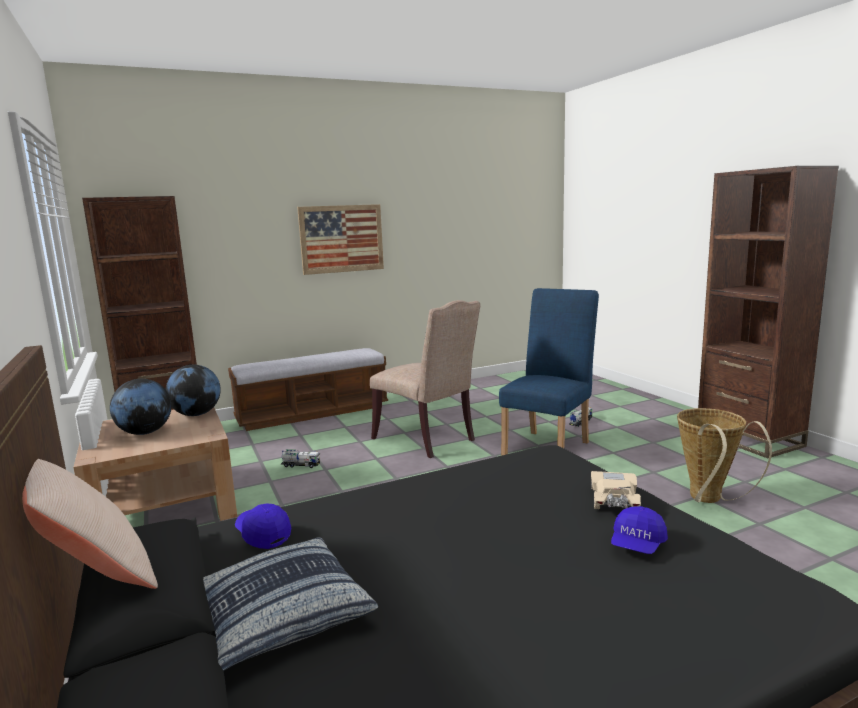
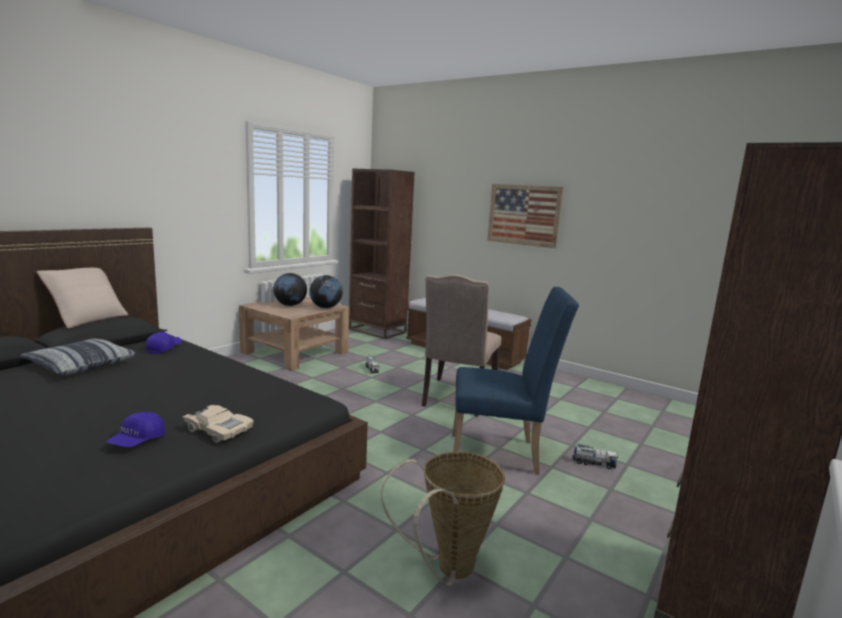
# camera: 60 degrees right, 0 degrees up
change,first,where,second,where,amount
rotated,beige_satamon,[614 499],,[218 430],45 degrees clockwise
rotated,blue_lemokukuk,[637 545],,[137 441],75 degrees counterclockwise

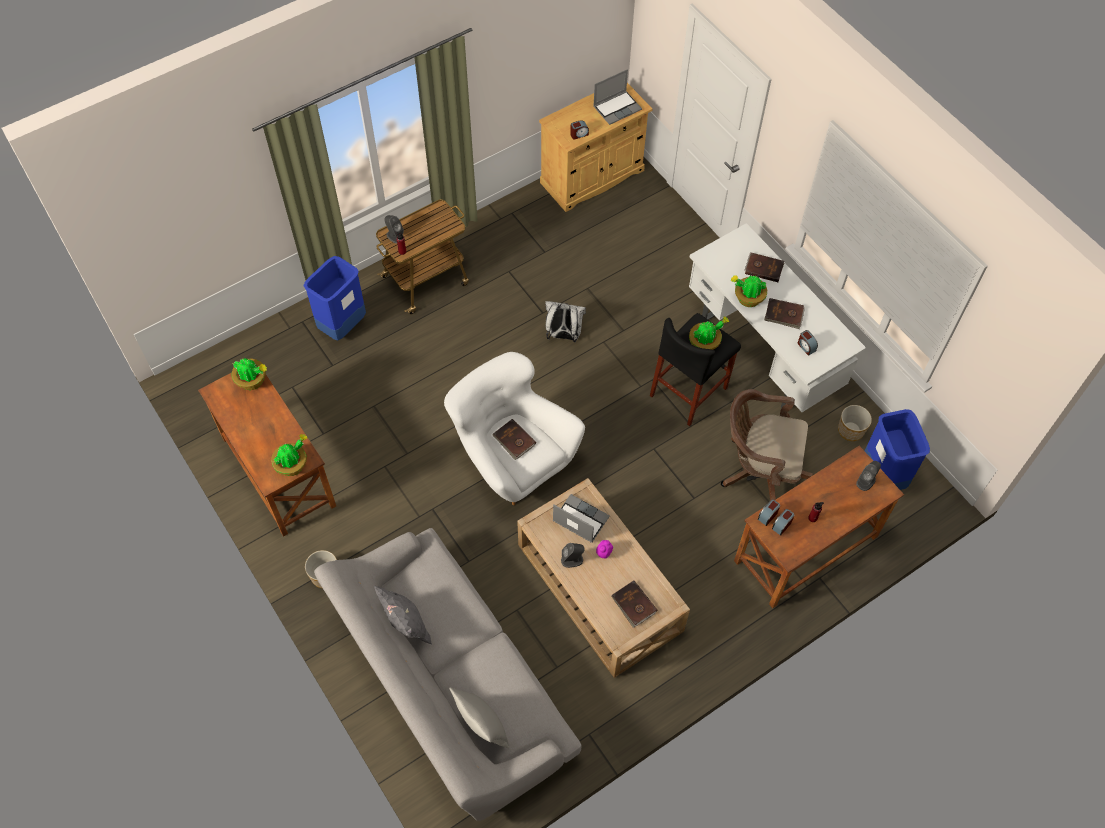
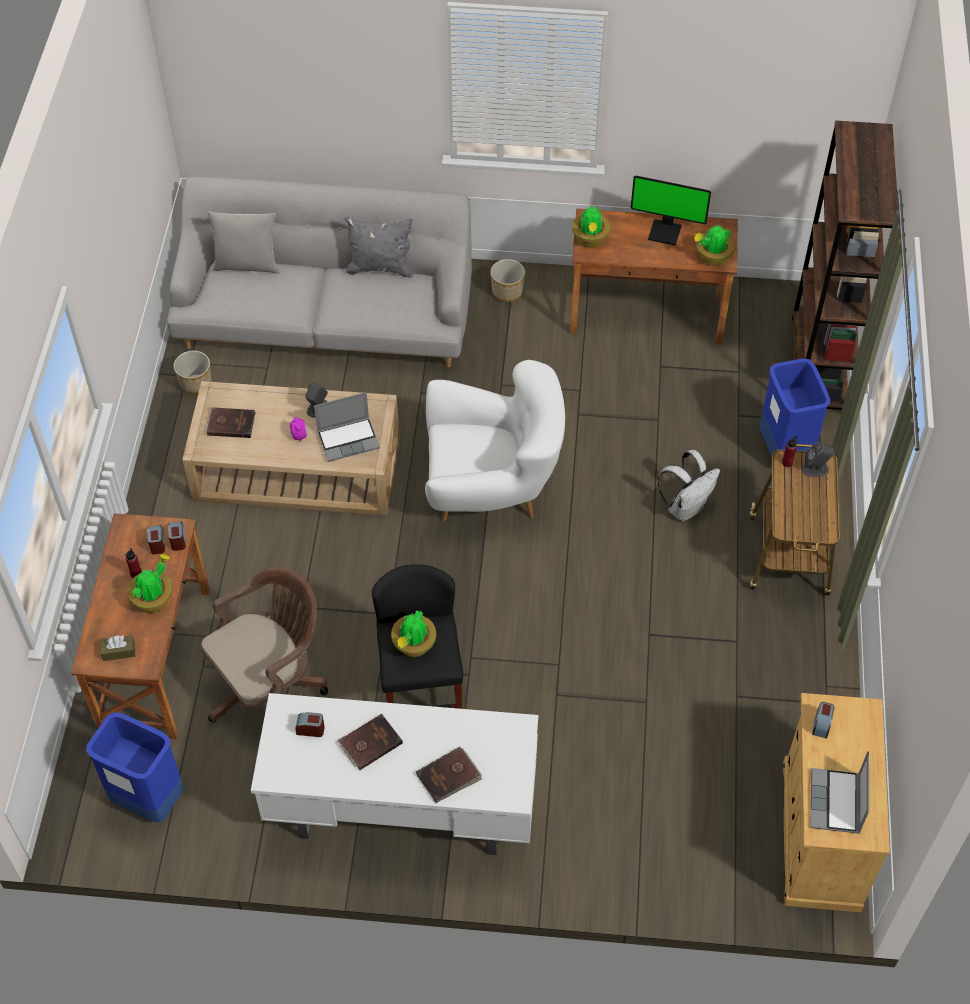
# camera: 130 degrees right, 5 degrees down
change,first,where,second,where,amount
shifted,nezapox,[747 299],,[154 599],
shifted,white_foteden,[563 335],,[686 507],
shifted,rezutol,[850 430],,[196 383],
gone,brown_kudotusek,[514 440],,,
swapped,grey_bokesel,[866 481],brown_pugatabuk,[119 651],
new,,,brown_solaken,[818 365],
new,,,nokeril,[665 231],

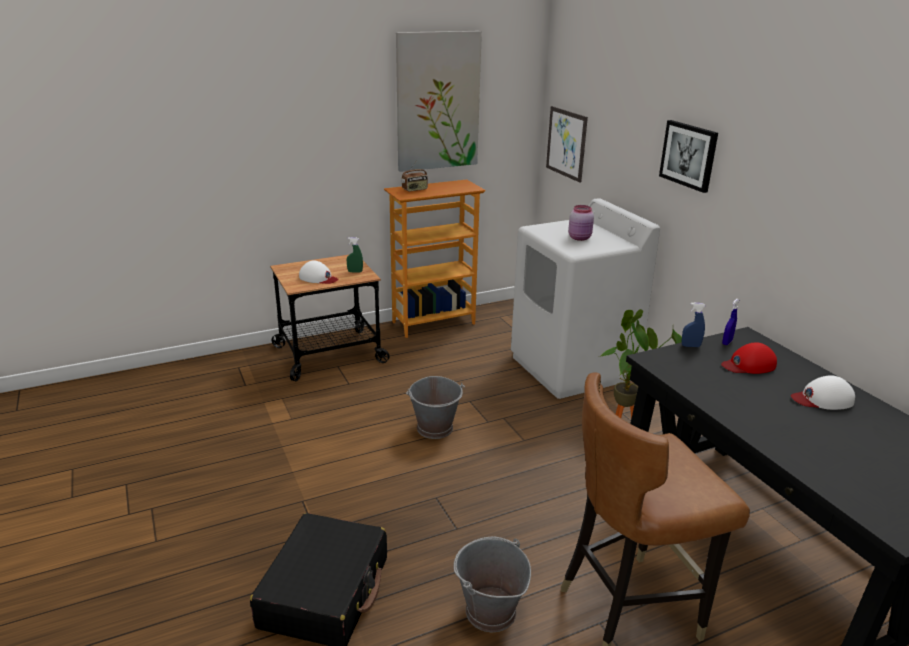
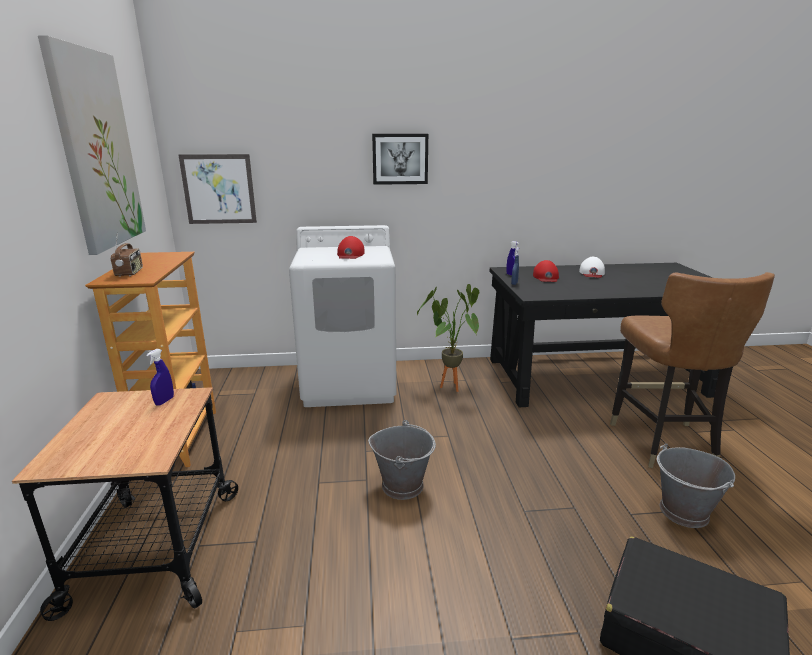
# camera: 70 degrees left, 5 degrees down
change,first,where,second,where,amount
swapped,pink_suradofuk,[580 238],red_lemokukuk,[350 254],
repainted,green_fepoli,[355 272],blue_fepoli,[164 401],
gone,white_lemokukuk,[318 278],,,

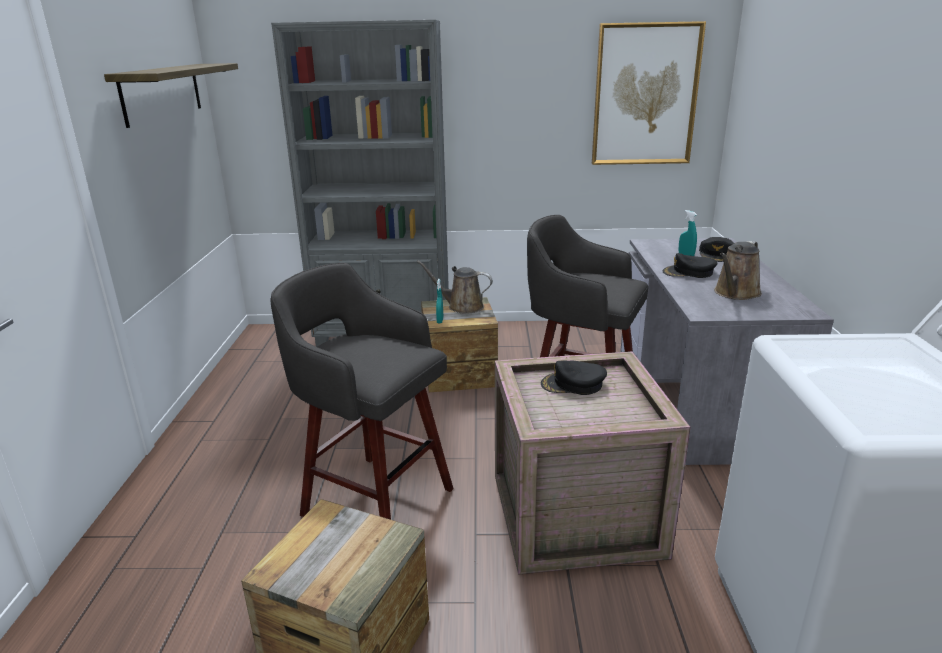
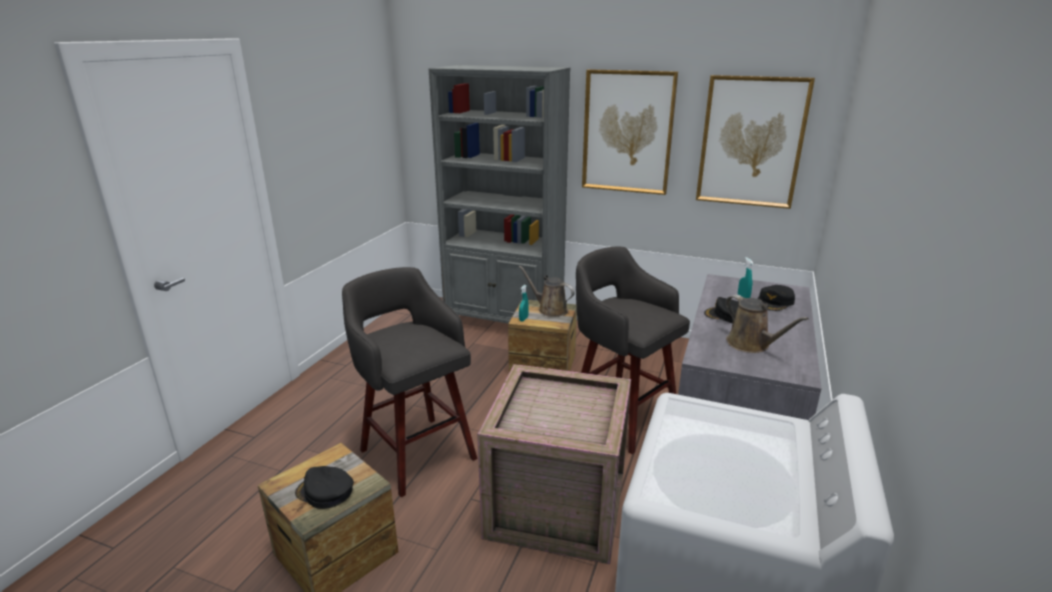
# camera: 20 degrees right, 0 degrees up
change,first,where,second,where,amount
gone,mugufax,[162 92],,,
rotated,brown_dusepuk,[735 293],,[751 344],90 degrees counterclockwise
shifted,black_lemokukuk,[573 384],,[325 492],
new,,,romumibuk,[627 132],

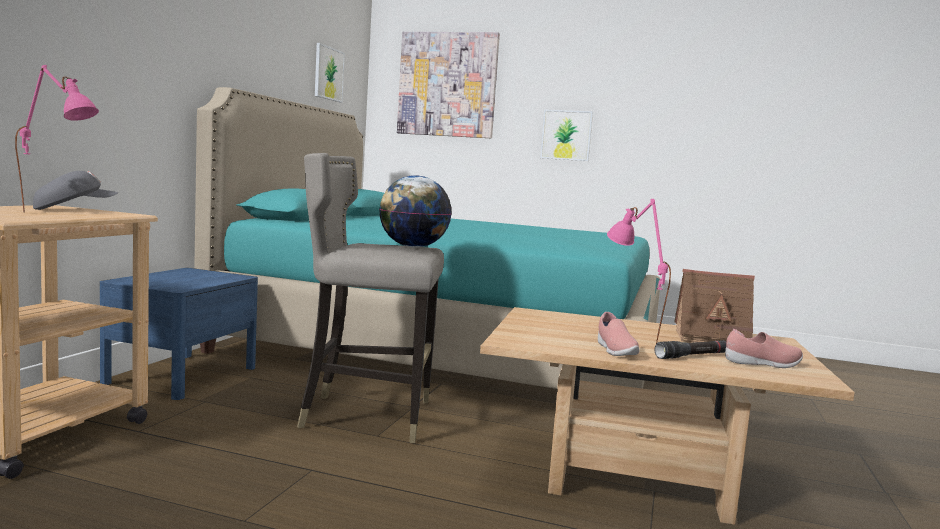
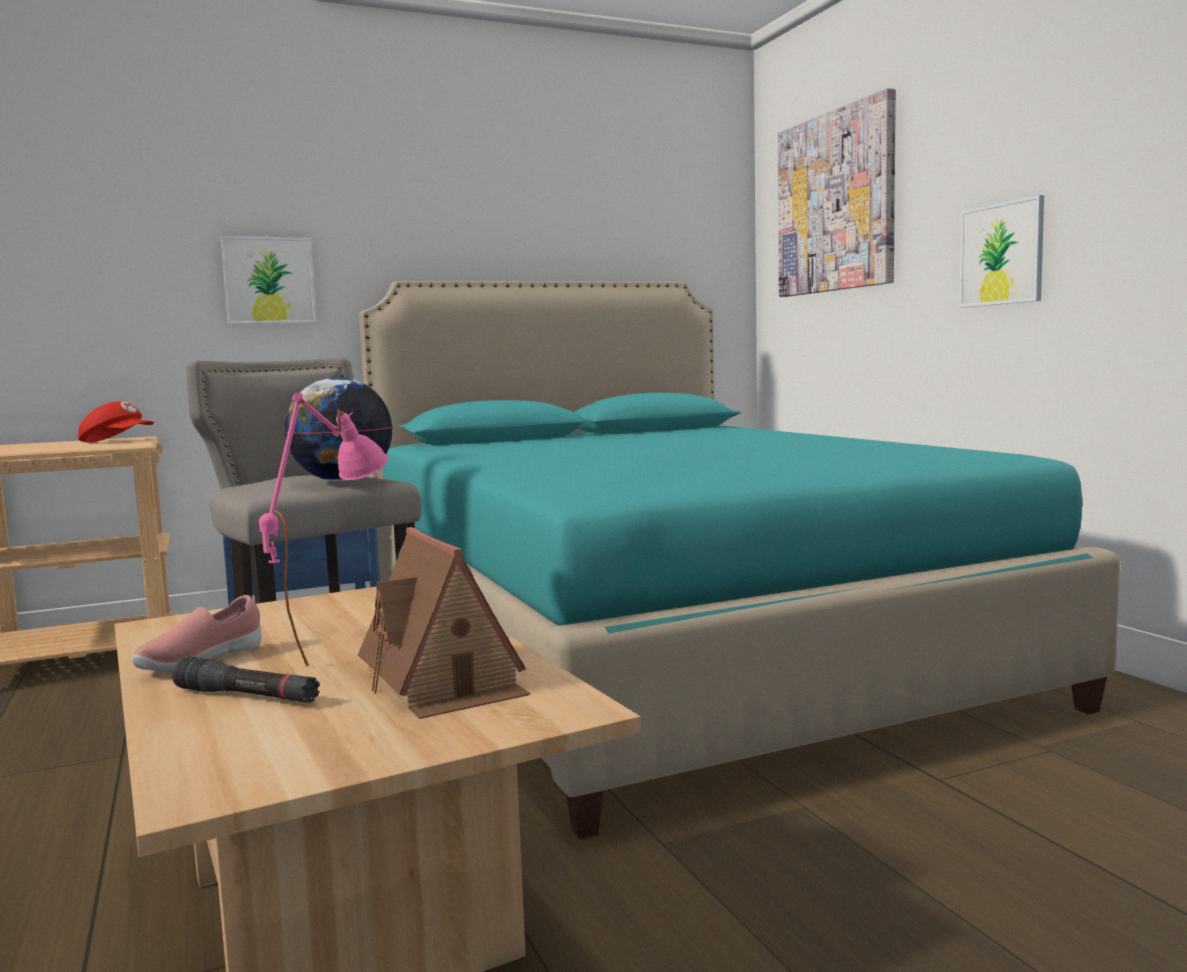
# camera: 50 degrees right, 0 degrees up
change,first,where,second,where,amount
shifted,romumibuk,[328 73],,[269 280],
gone,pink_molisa,[57 215],,,
repainted,grey_lemokukuk,[74 210],red_lemokukuk,[118 441],
gone,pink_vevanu,[763 364],,,

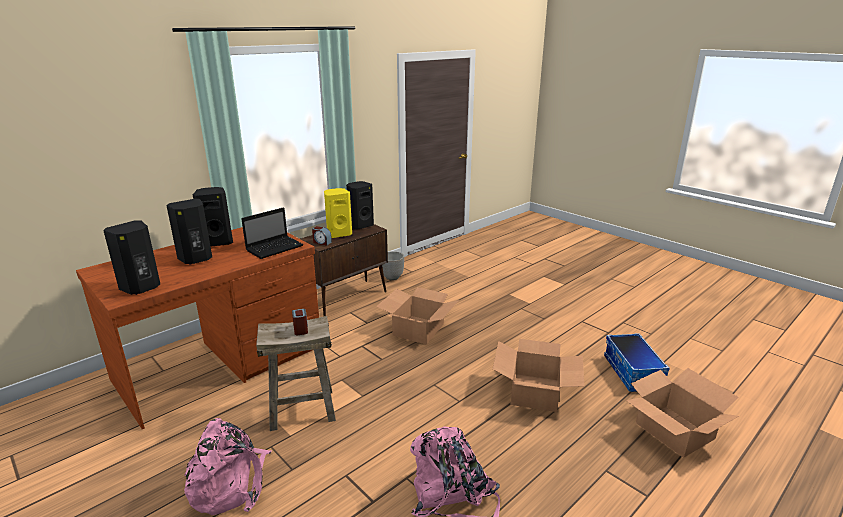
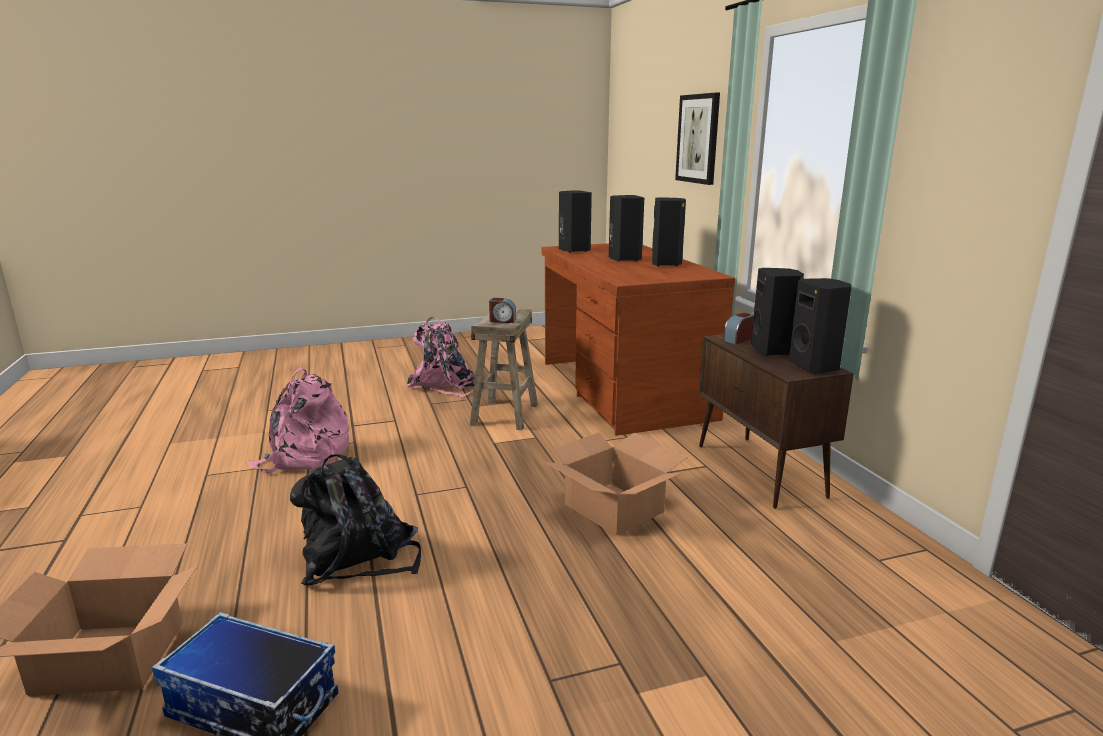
# camera: 115 degrees right, 5 degrees down
change,first,where,second,where,amount
repainted,yellow_bokesel,[338 234],black_bokesel,[773 350],
gone,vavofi,[275 248],,,
gone,rezutol,[392 277],,,
swapped,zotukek,[535 392],black_foteden,[358 558],
new,,,romumibuk,[698 139],

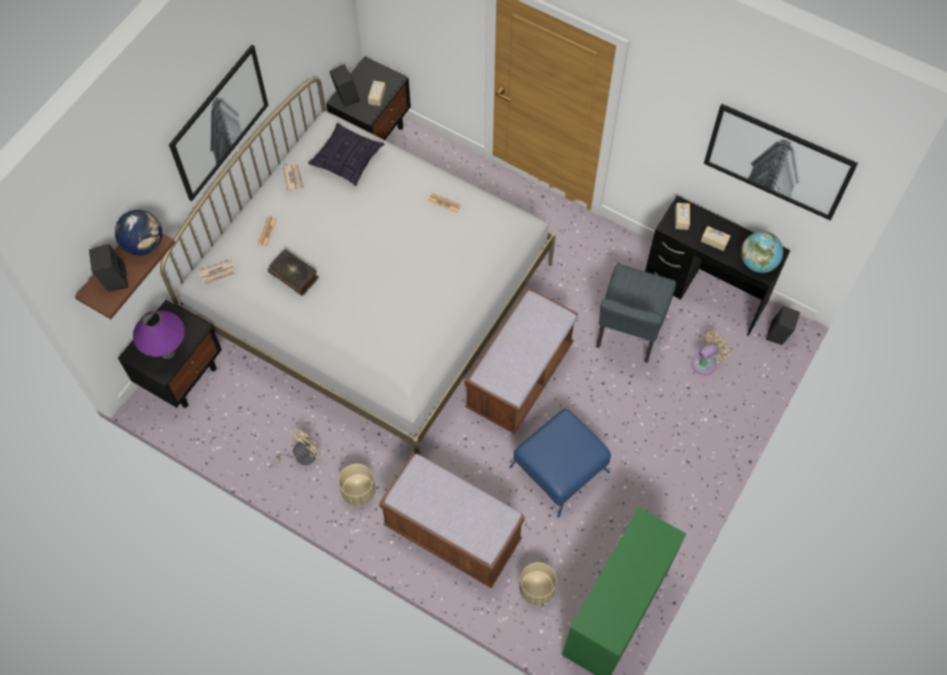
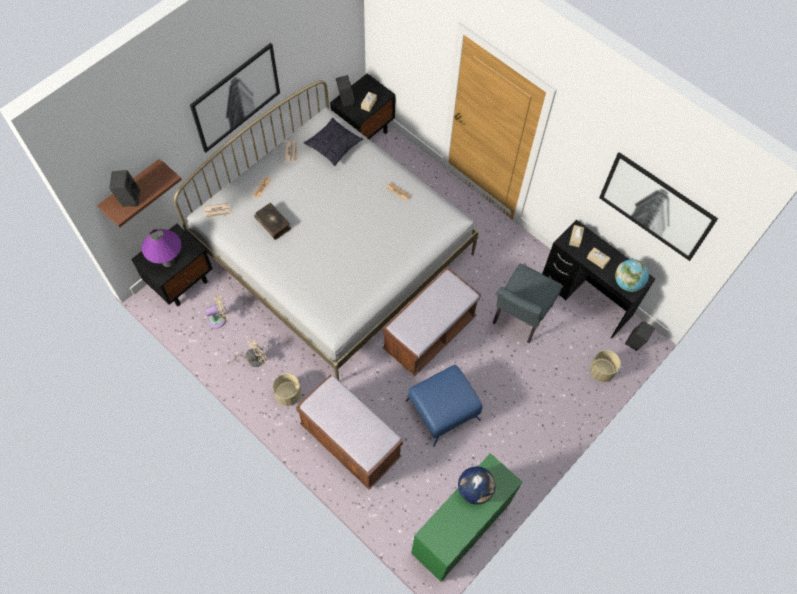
# camera: 10 degrees right, 0 degrees up
change,first,where,second,where,amount
shifted,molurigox,[144 244],,[475 490],
shifted,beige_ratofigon,[706 362],,[219 319],
shifted,beige_rezutol,[536 589],,[601 371],

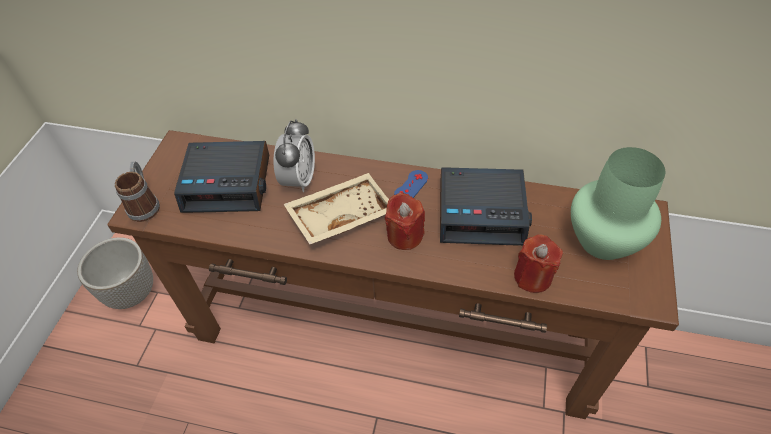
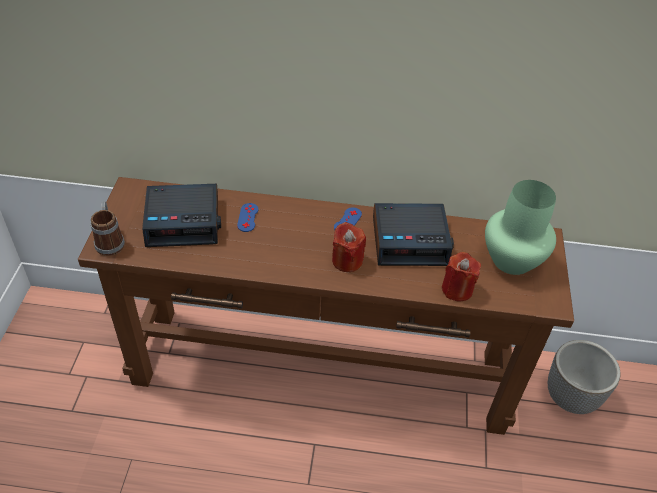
# camera: 10 degrees left, 5 degrees down
change,first,where,second,where,amount
swapped,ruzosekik,[299 180],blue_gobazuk,[248 217],
gone,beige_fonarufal,[341 214],,,
shifted,rezutol,[131 292],,[569 397],

